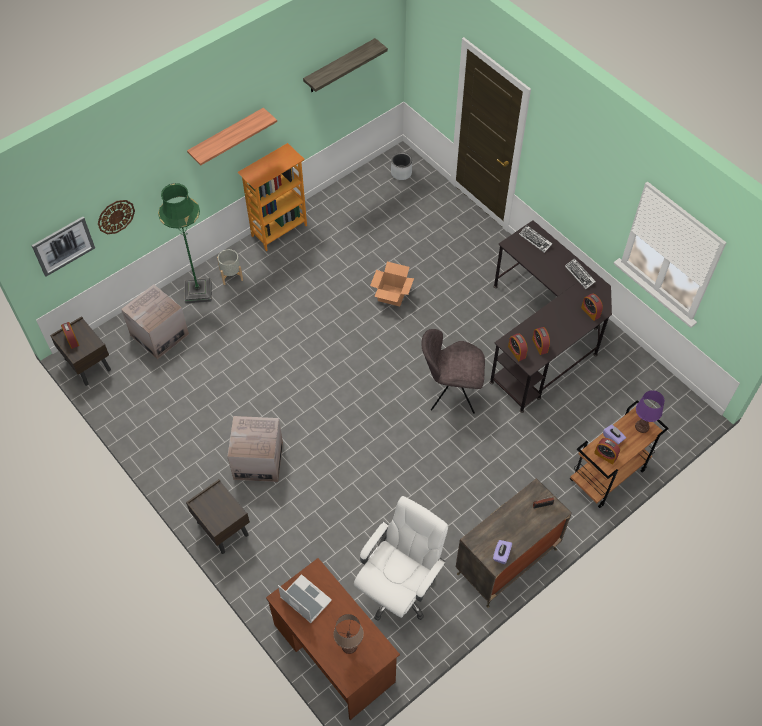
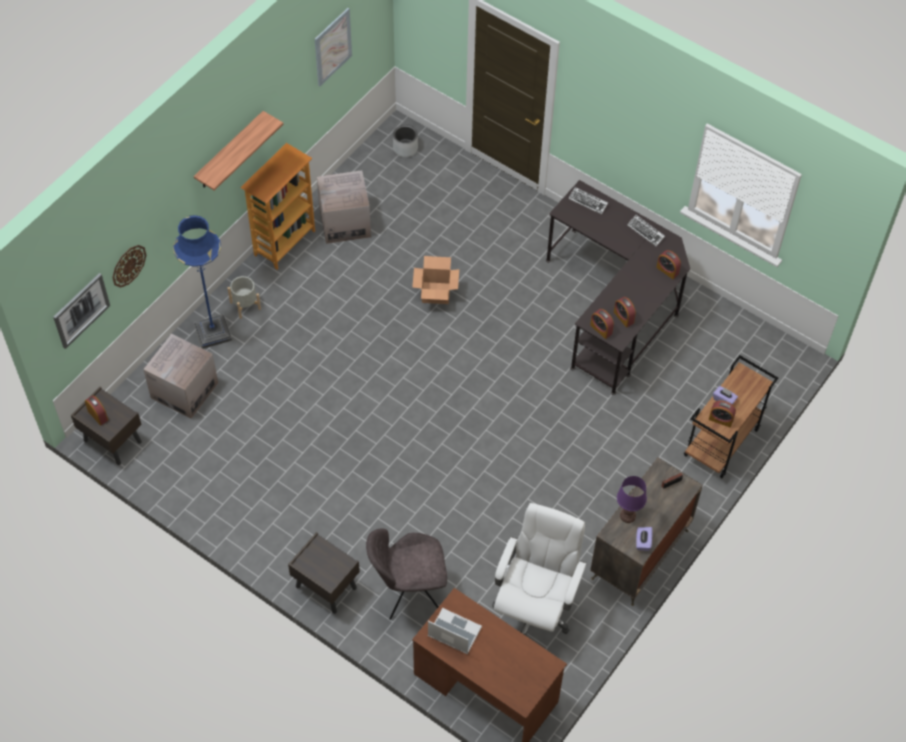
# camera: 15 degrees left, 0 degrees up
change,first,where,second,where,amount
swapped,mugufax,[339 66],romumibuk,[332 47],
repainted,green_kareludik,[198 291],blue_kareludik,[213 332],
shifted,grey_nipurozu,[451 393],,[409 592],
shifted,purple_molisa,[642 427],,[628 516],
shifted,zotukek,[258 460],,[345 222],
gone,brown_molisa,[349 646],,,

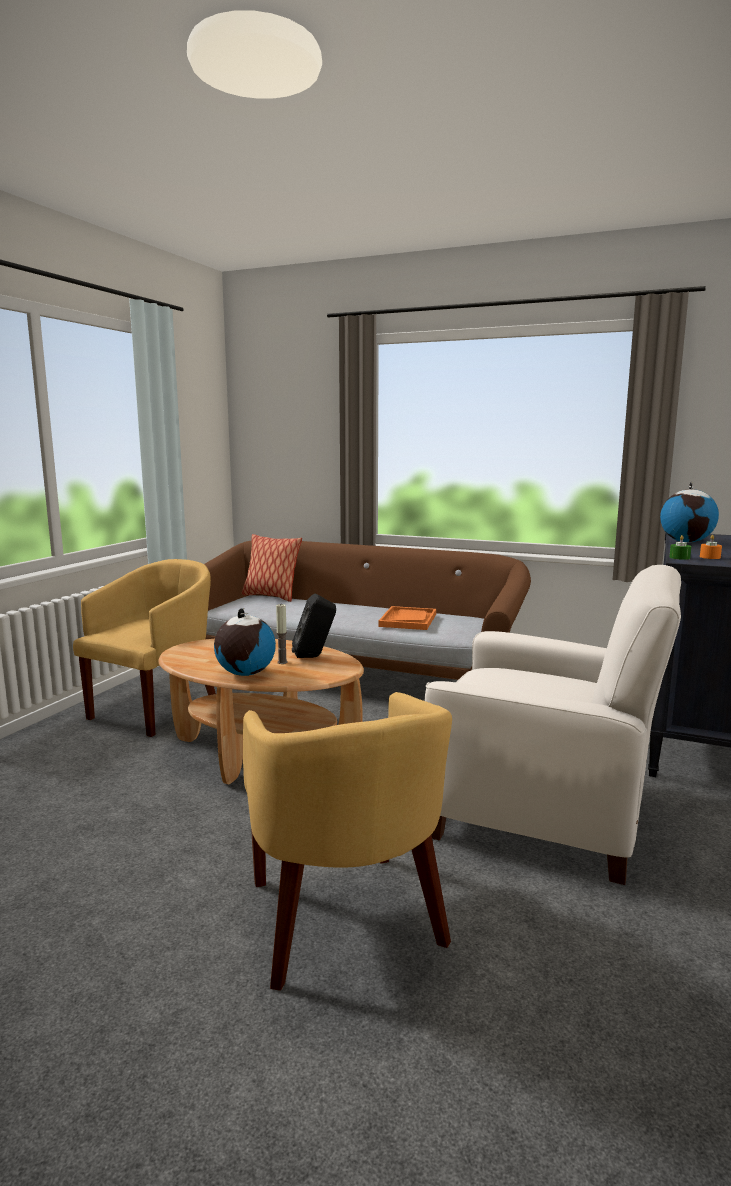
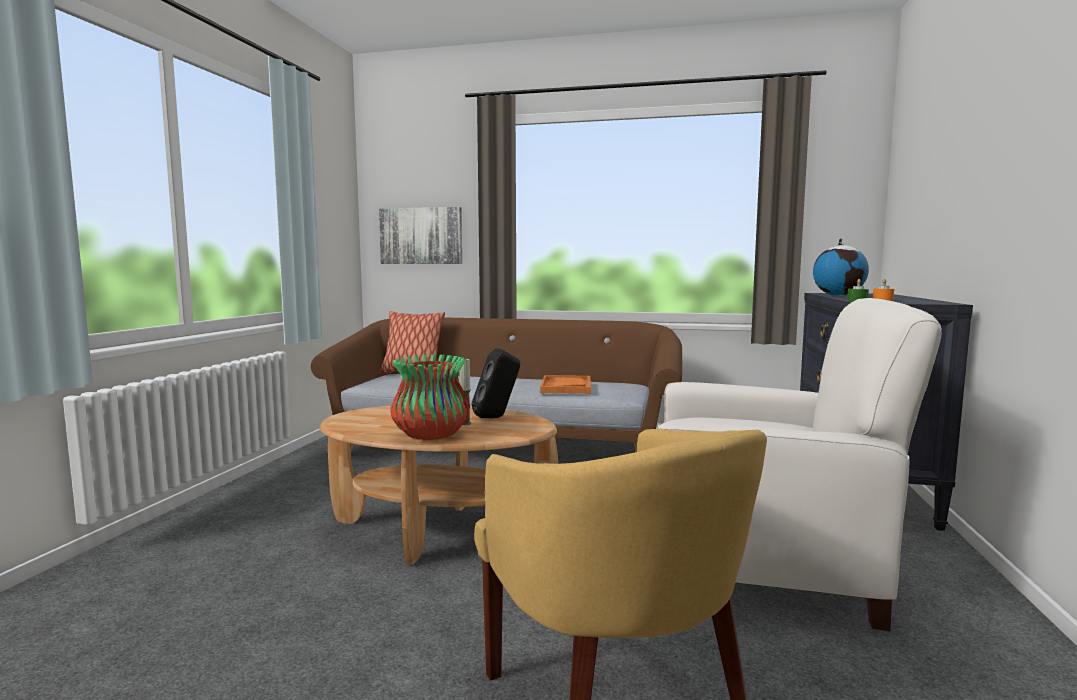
# camera: 10 degrees left, 5 degrees down
change,first,where,second,where,amount
gone,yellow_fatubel,[156 709],,,
swapped,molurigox,[245 674],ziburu,[430 435],
new,,,romumibuk,[421 236],

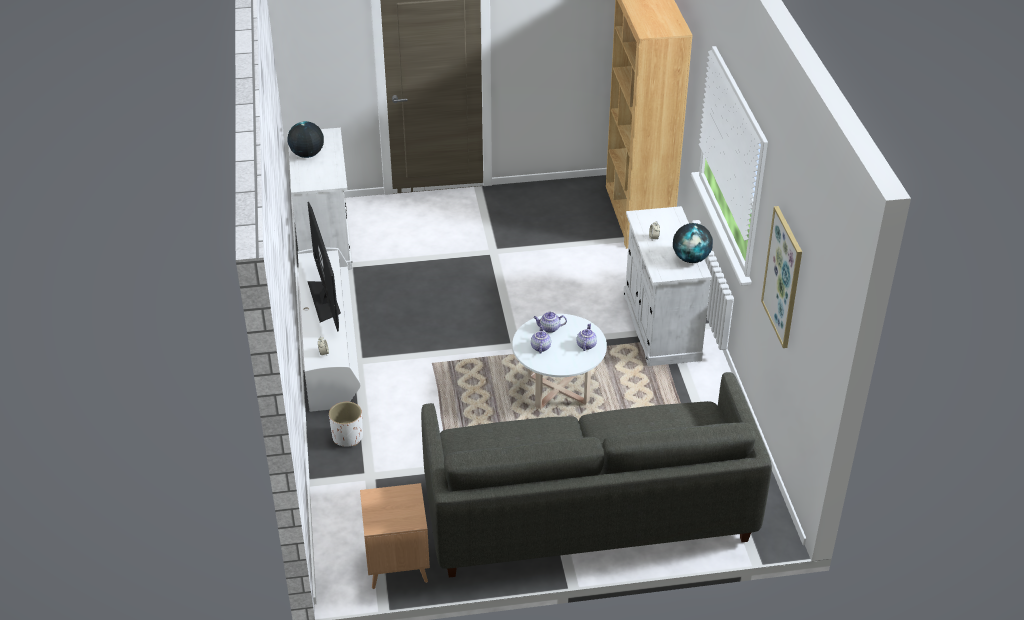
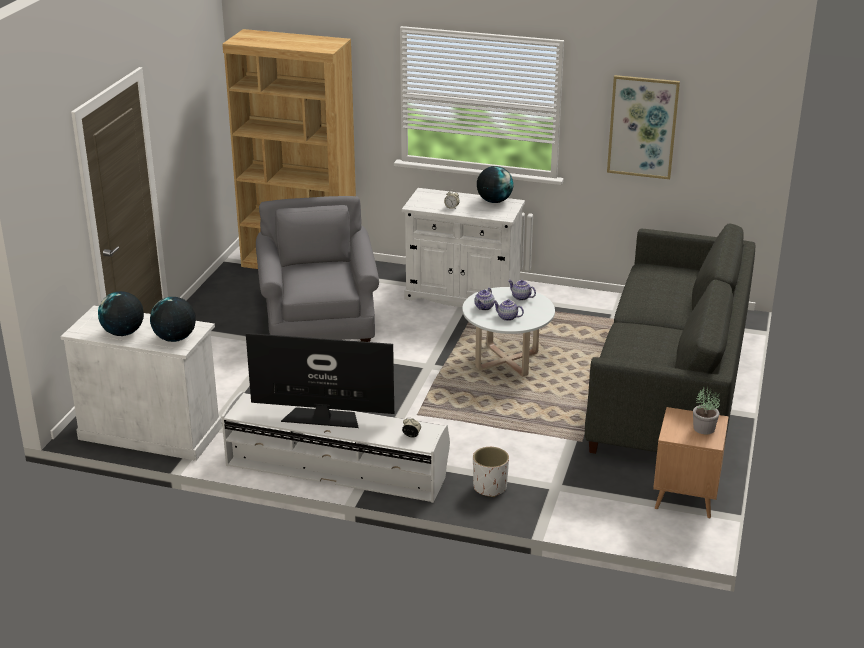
# camera: 65 degrees left, 10 degrees down
change,first,where,second,where,amount
new,,,grey_fatubel,[318 317],
new,,,molurigox,[175 338],
new,,,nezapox,[704 428],

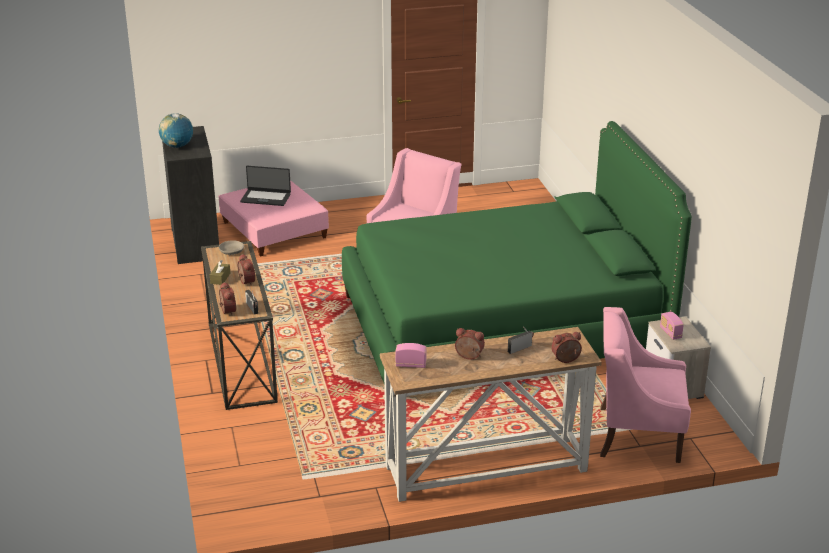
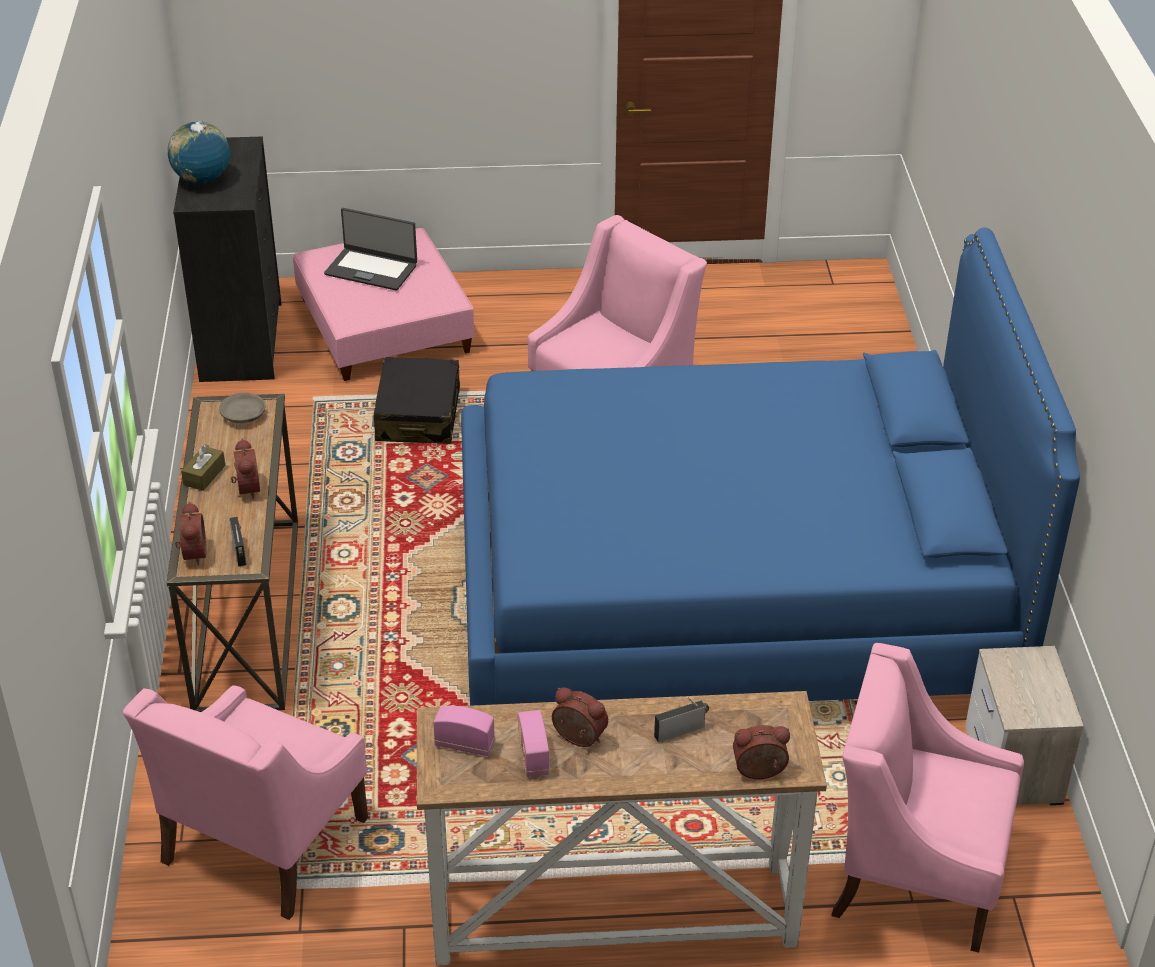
# camera: 10 degrees right, 10 degrees up
change,first,where,second,where,amount
repainted,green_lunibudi,[503 327],blue_lunibudi,[731 592],
shifted,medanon,[670 333],,[533 756],
new,,,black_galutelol,[418 415],
new,,,pink_fatubel,[263 842],

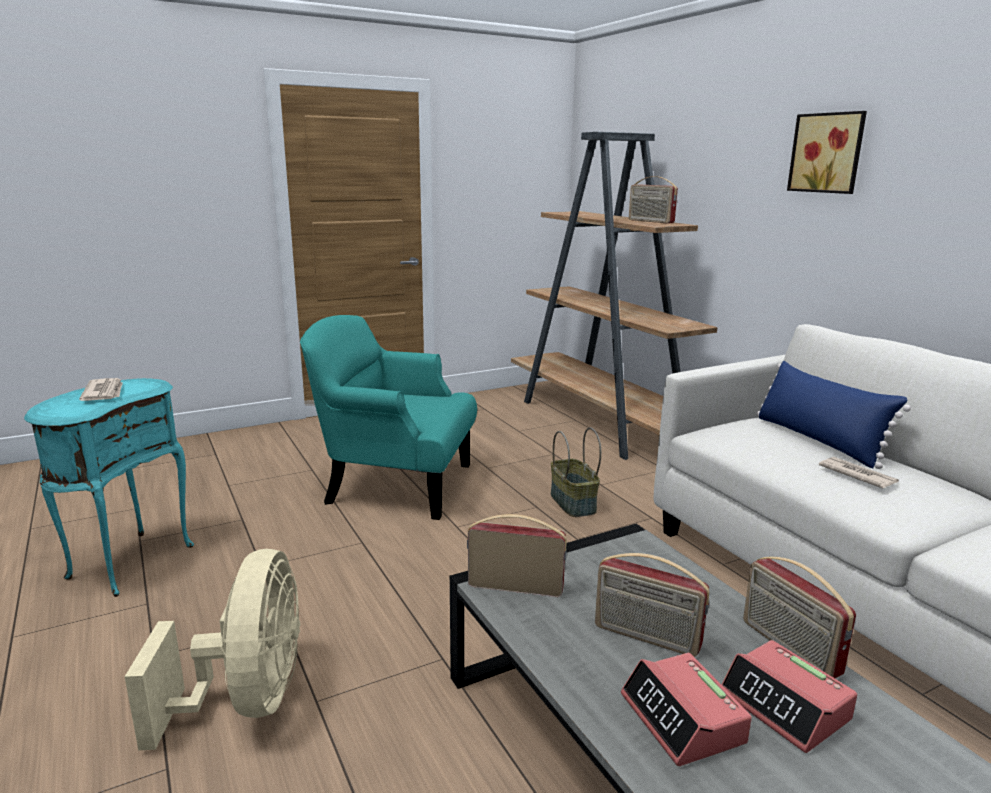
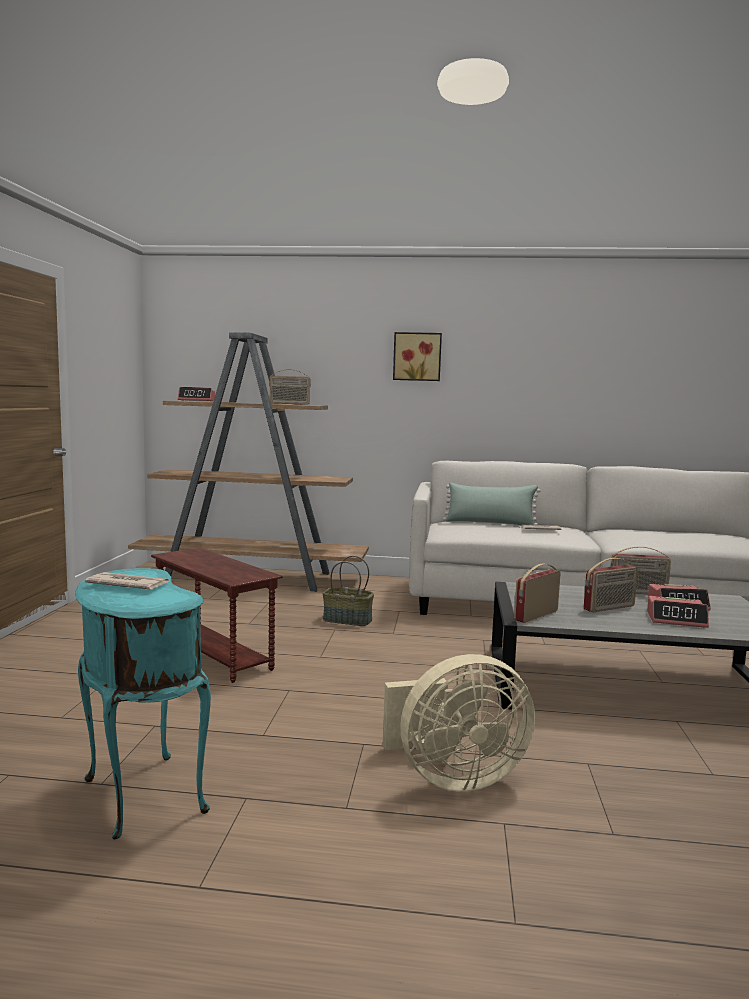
# camera: 55 degrees left, 10 degrees down
change,first,where,second,where,amount
swapped,turquoise_fatubel,[395 484],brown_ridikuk,[213 655],
repainted,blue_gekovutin,[818 440],green_gekovutin,[490 523],
rotated,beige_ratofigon,[248 700],,[453 777],135 degrees clockwise
new,,,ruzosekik,[197 400],

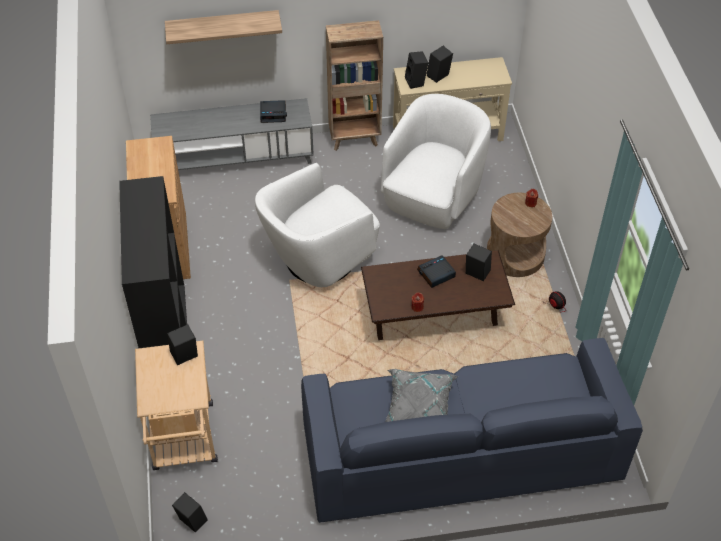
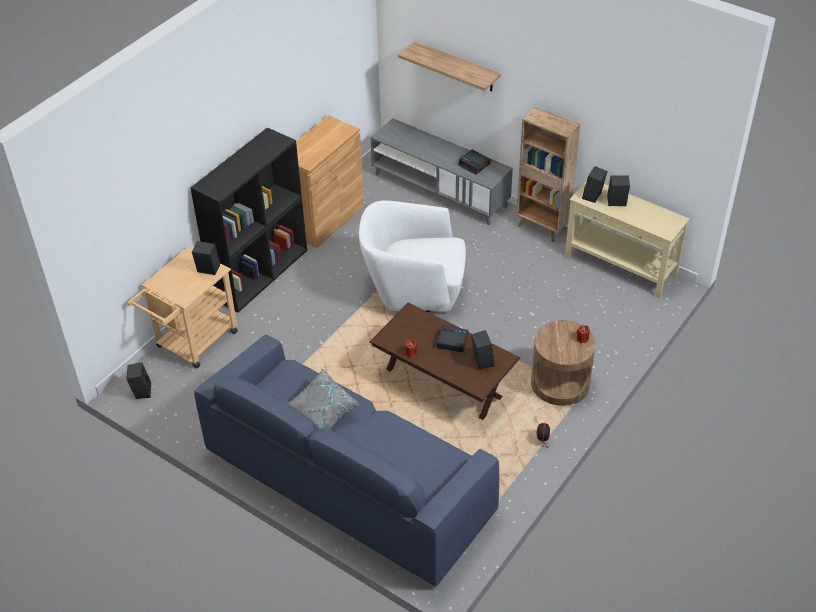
# camera: 45 degrees right, 5 degrees down
change,first,where,second,where,amount
gone,white_fatubel,[433 197],,,

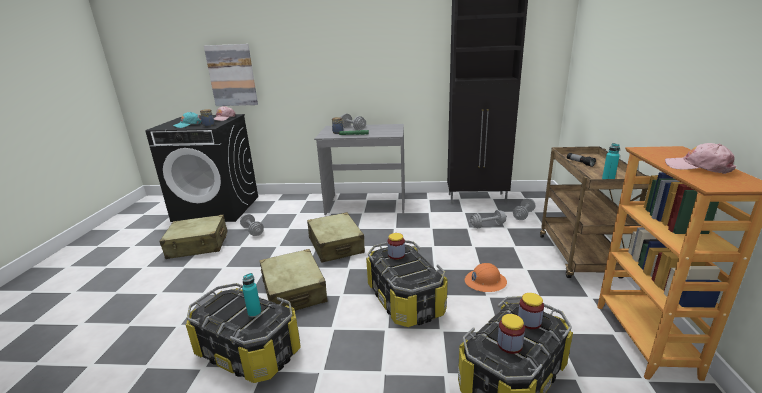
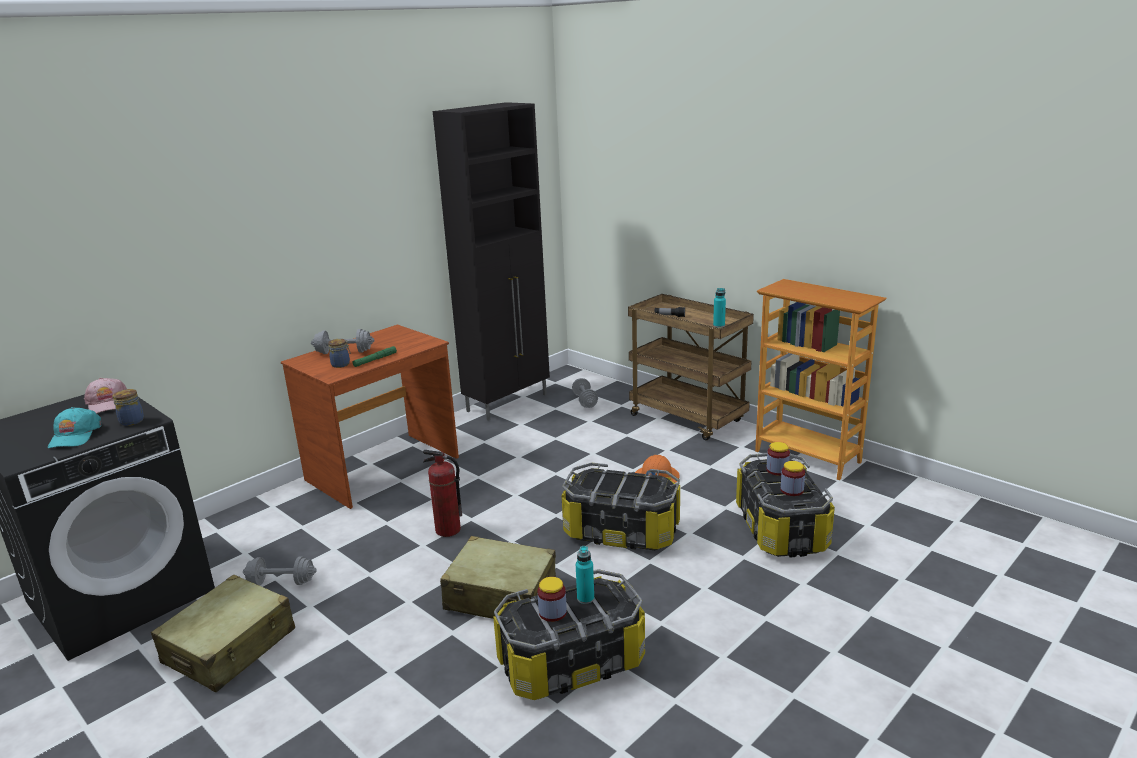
# camera: 50 degrees left, 0 degrees up
change,first,where,second,where,amount
gone,romumibuk,[232 75],,,
repainted,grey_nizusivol,[366 204],brown_nizusivol,[383 469],
gone,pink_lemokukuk,[698 167],,,
gone,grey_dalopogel,[487 225],,,
swapped,beige_galutelol,[336 245],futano,[447 530],
shifted,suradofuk,[396 255],,[552 612],

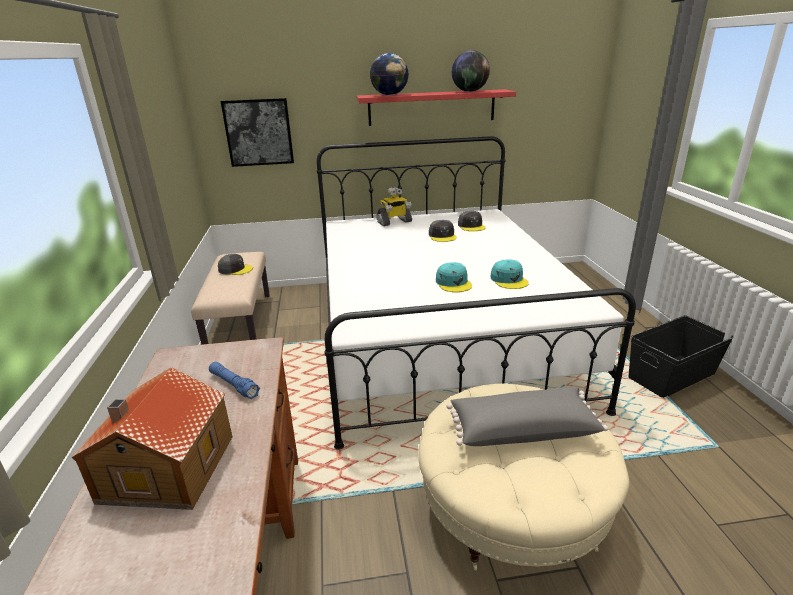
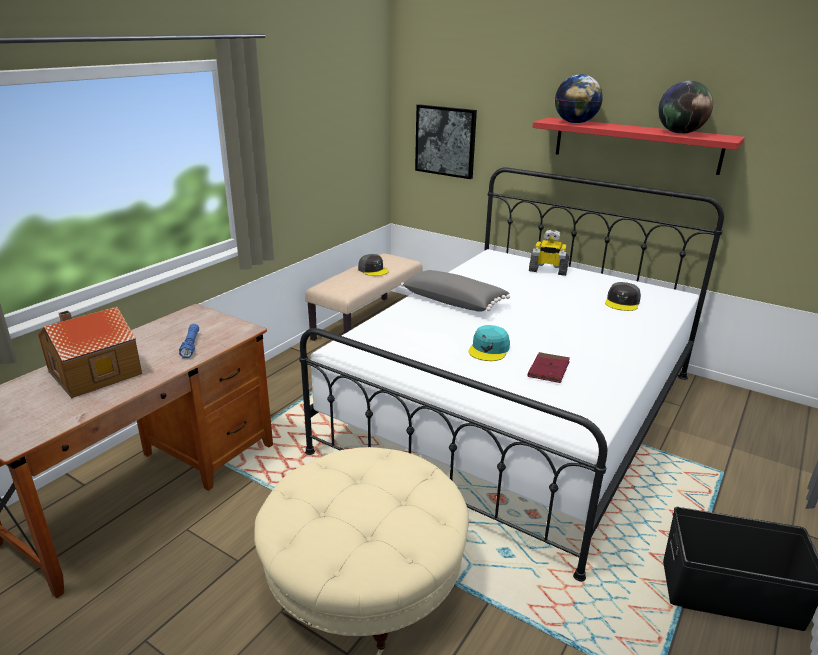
# camera: 40 degrees right, 0 degrees up
change,first,where,second,where,amount
gone,grey_lemokukuk,[442 236],,,
swapped,turquoise_lemokukuk,[509 280],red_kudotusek,[548 370],
shifted,grey_gekovutin,[522 429],,[454 301],

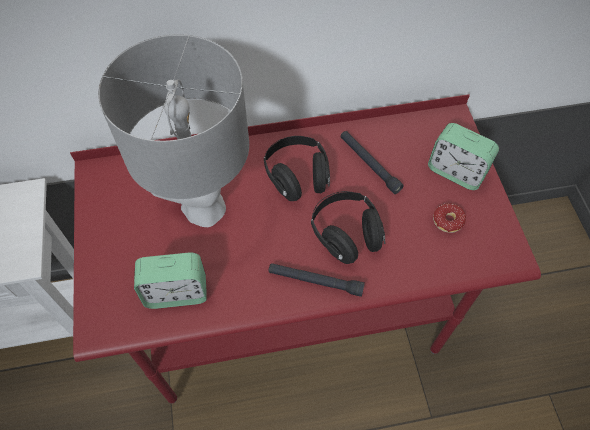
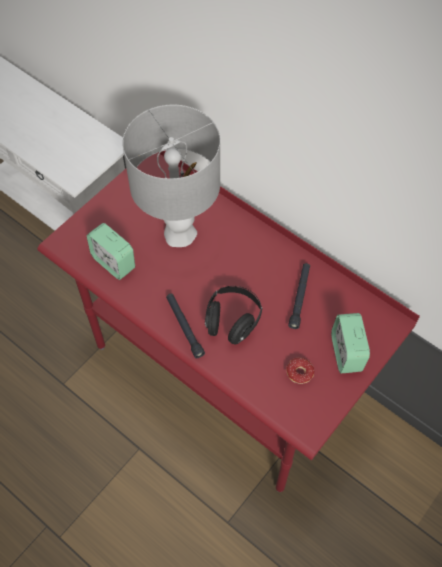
# camera: 50 degrees right, 0 degrees up
change,first,where,second,where,amount
gone,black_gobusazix,[297 177],,,

